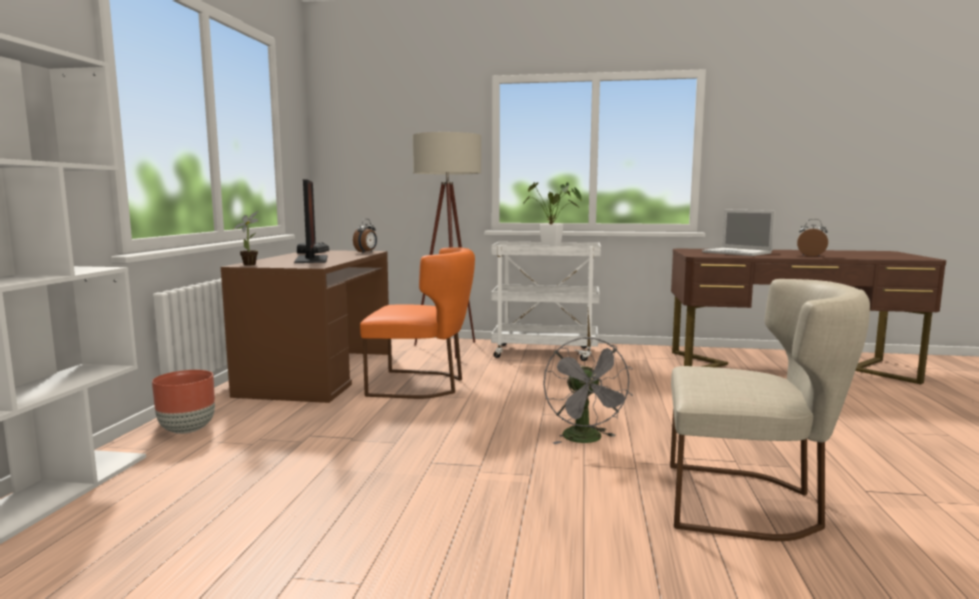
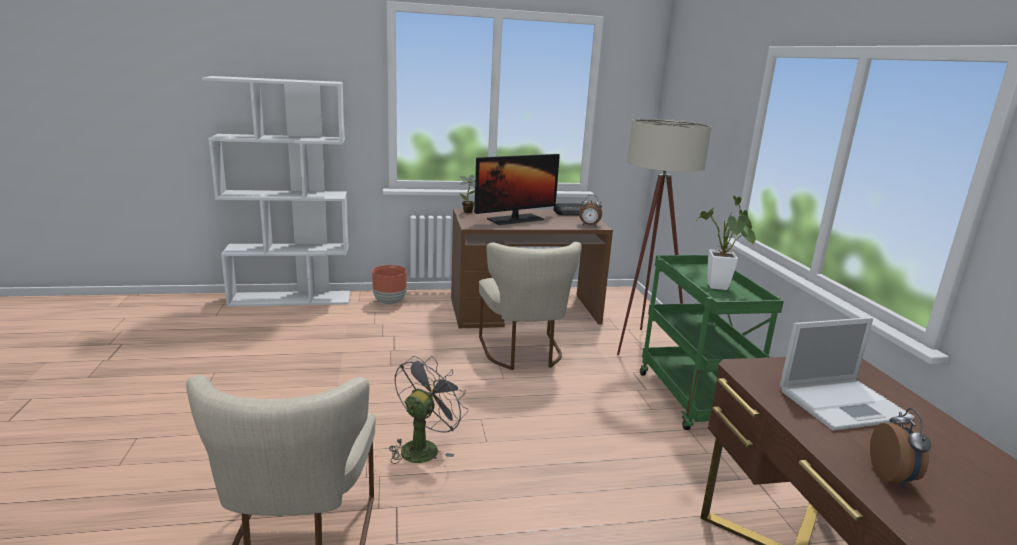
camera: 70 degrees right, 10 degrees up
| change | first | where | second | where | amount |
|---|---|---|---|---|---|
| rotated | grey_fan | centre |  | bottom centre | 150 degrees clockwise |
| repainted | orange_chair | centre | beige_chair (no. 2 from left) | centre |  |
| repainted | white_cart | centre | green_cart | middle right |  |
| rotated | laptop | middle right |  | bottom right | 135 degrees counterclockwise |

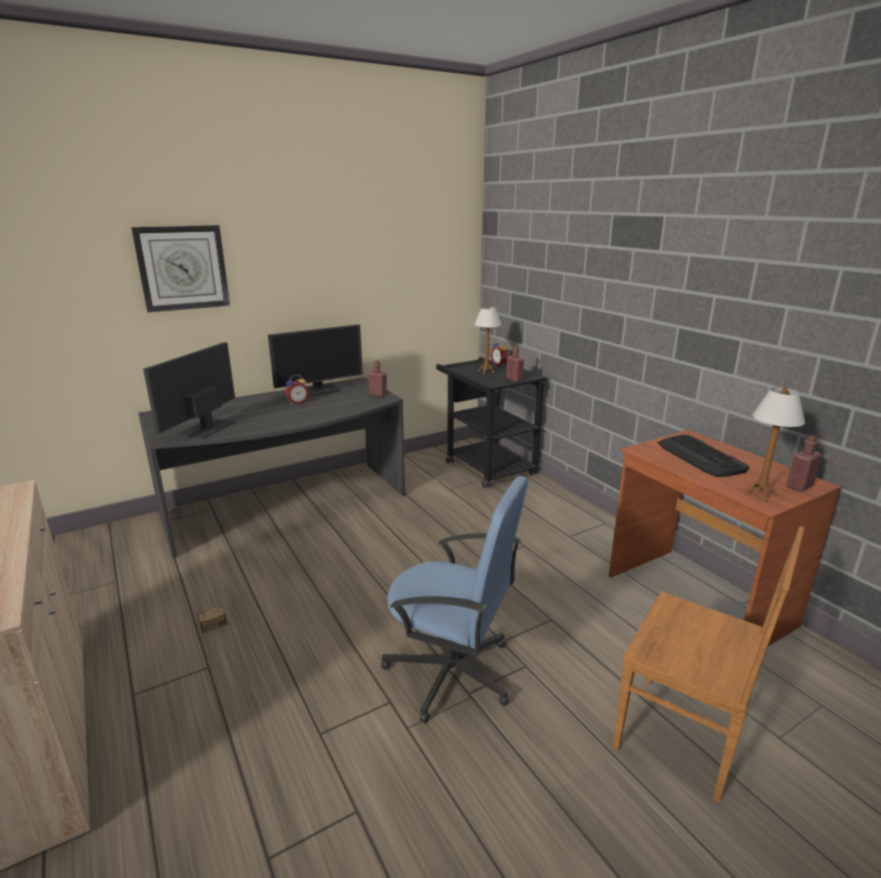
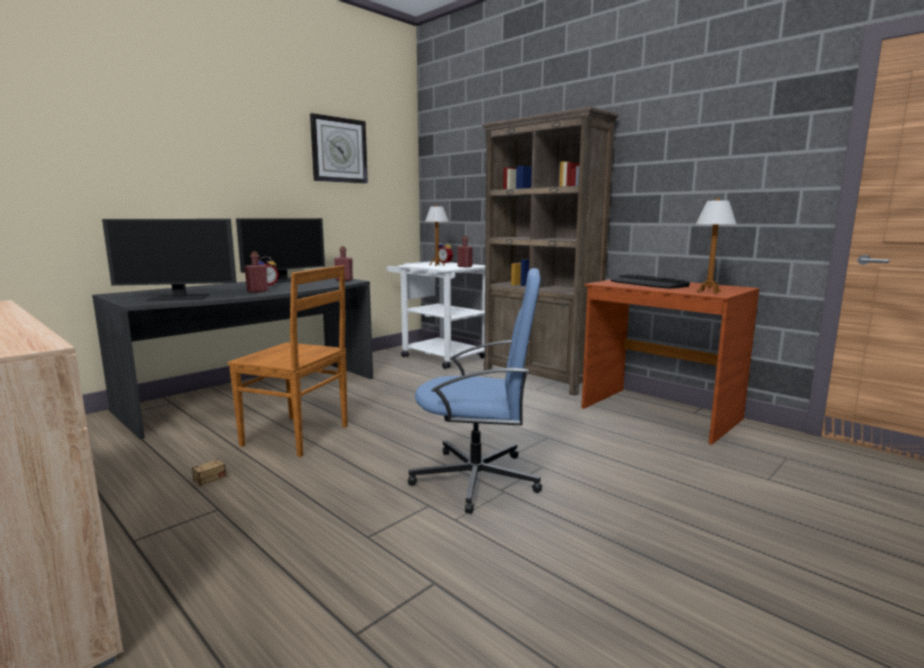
camera: 15 degrees left, 10 degrees down
| change | first | where | second | where | amount |
|---|---|---|---|---|---|
| rotated | monitor (no. 1 from left) | middle left |  | middle left | 105 degrees counterclockwise |
| shifted | brown_chair | bottom right |  | middle left |  |
| shifted | red_bottle (no. 3 from left in the first image) | middle right | red_bottle (no. 1 from left) | middle left |  |
| shifted | wall_clock | top left |  | top centre |  |
| repainted | black_cart | centre | white_cart | centre |  |
| new |  |  | brown_bookcase | centre |  |

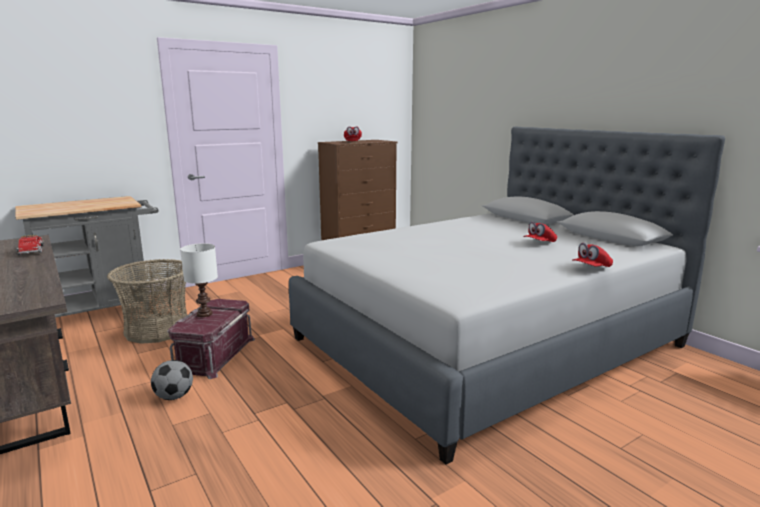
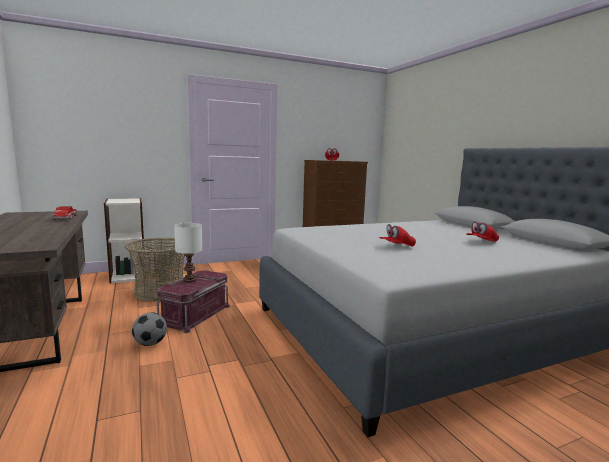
camera: 10 degrees right, 5 degrees down
| change | first | where | second | where | amount |
|---|---|---|---|---|---|
| swapped | grey_cart | middle left | bookcase | middle left |  |
| shifted | red_cap (no. 3 from left in the first image) | middle right | red_cap (no. 2 from left) | centre |  |

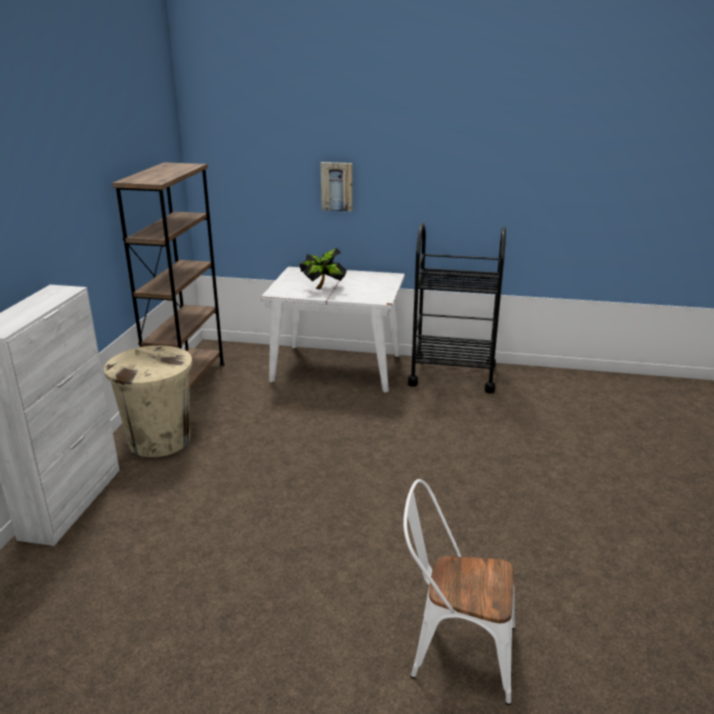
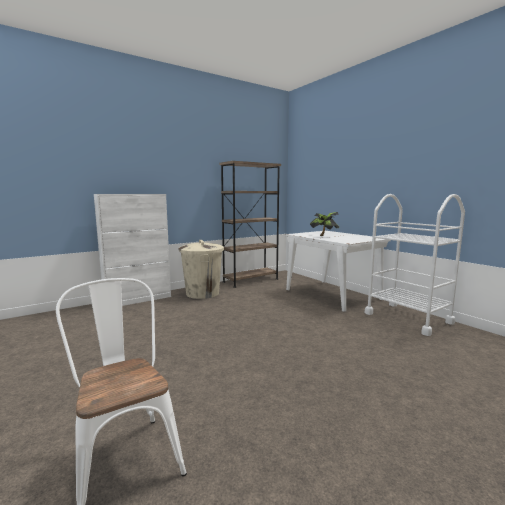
camera: 45 degrees right, 15 degrees down
| change | first | where | second | where | amount |
|---|---|---|---|---|---|
| repainted | black_cart | centre | white_cart | middle right |  |
| gone | picture | top centre |  |  |  |

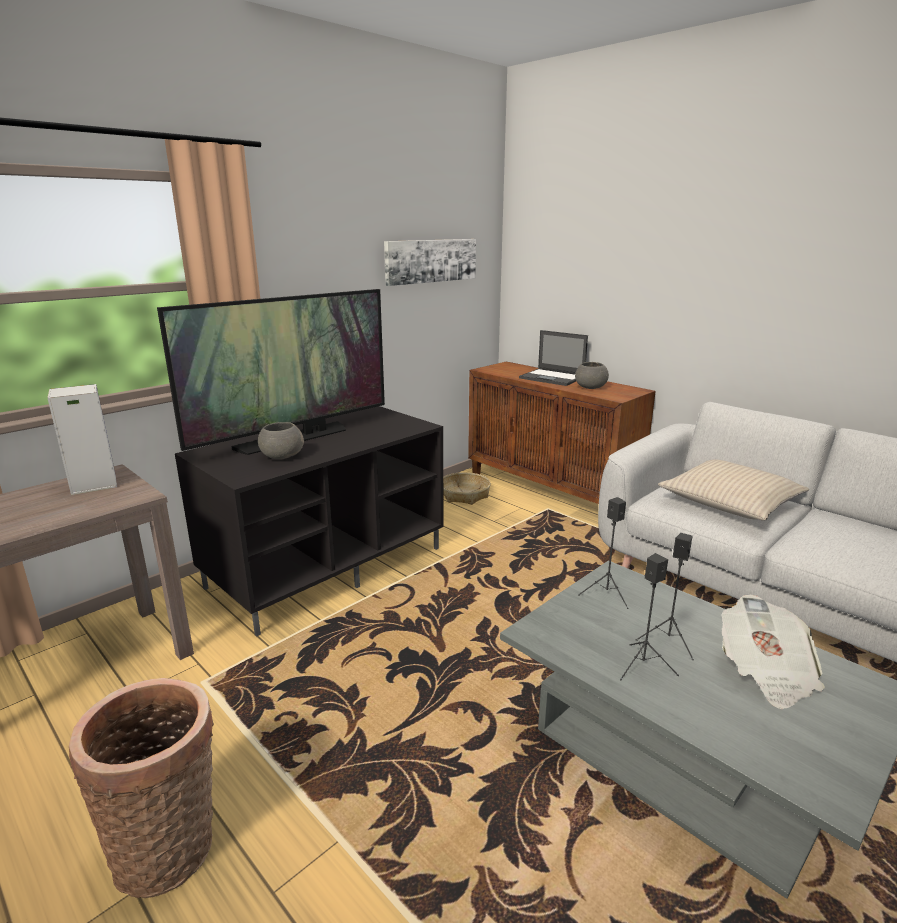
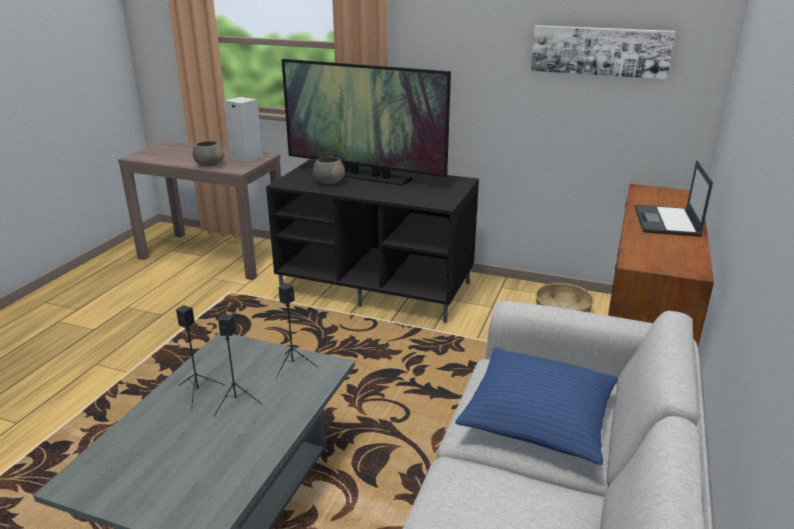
camera: 65 degrees right, 5 degrees up
| change | first | where | second | where | amount |
|---|---|---|---|---|---|
| shifted | grey_bowl (no. 2 from left in the first image) | centre | grey_bowl (no. 1 from left) | top left |  |
| repainted | beige_pillow | middle right | blue_pillow | bottom right |  |
| gone | basket (no. 1 from left) | bottom left |  |  |  |
| gone | newspaper | bottom right |  |  |  |

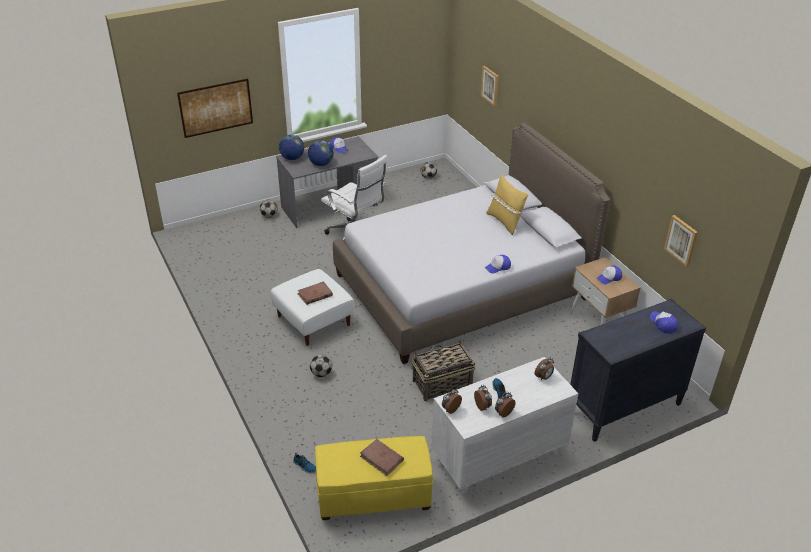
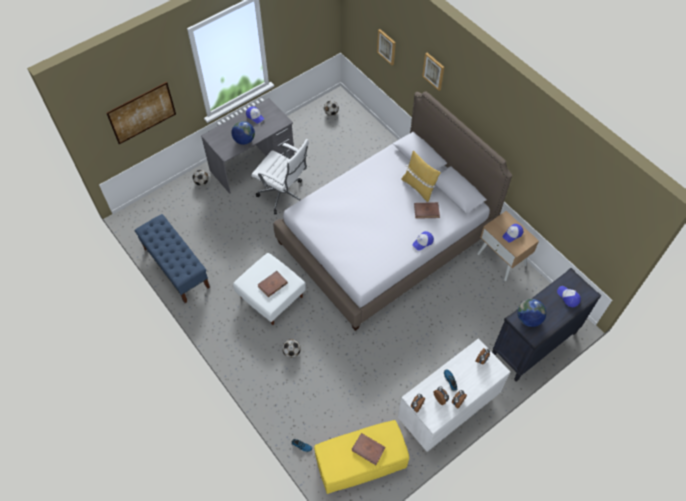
camera: 10 degrees left, 20 degrees up
| change | first | where | second | where | amount |
|---|---|---|---|---|---|
| new |  |  | blue_bench | middle left |  |
| new |  |  | brown_book (no. 3 from left) | centre |  |
| shifted | picture (no. 3 from left) | middle right |  | top centre |  |
| shifted | globe (no. 1 from left in the first image) | top centre | globe (no. 2 from left) | middle right |  |
| gone | basket | bottom centre |  |  |  |

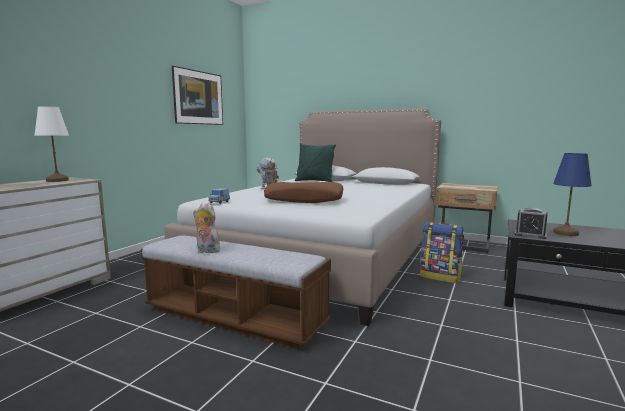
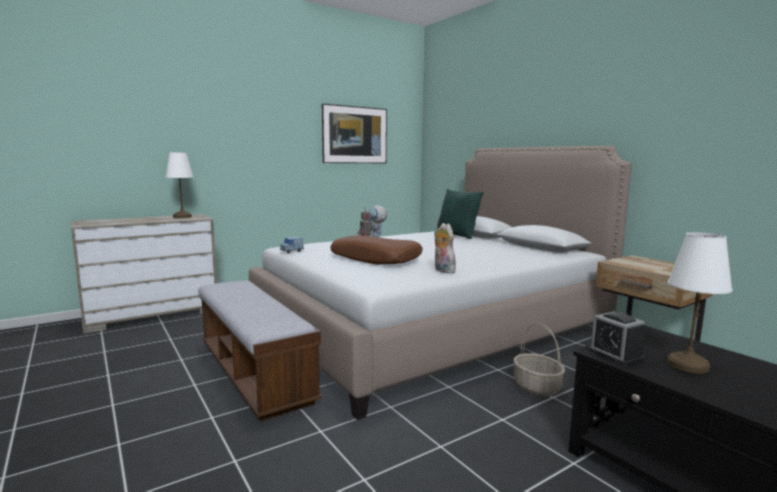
camera: 30 degrees right, 0 degrees up
| change | first | where | second | where | amount |
|---|---|---|---|---|---|
| shifted | plush_toy | middle left |  | centre |  |
| swapped | backpack | middle right | basket | bottom right |  |
| repainted | blue_table_lamp | middle right | white_table_lamp (no. 2 from left) | middle right |  |

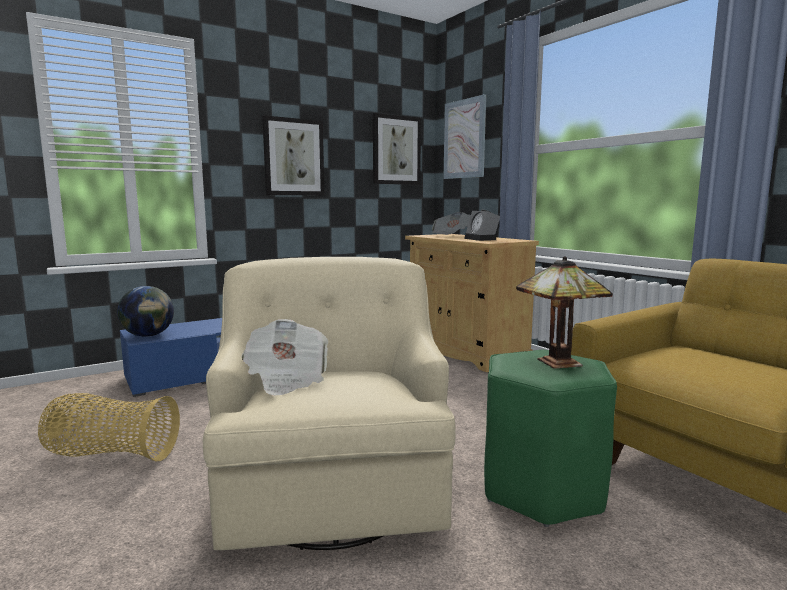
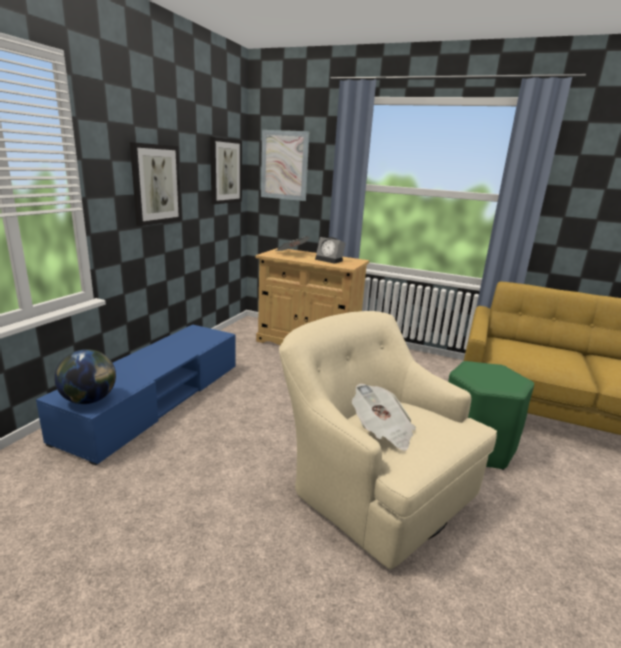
camera: 35 degrees left, 10 degrees up
| change | first | where | second | where | amount |
|---|---|---|---|---|---|
| gone | basket | bottom left |  |  |  |
| gone | table_lamp | middle right |  |  |  |

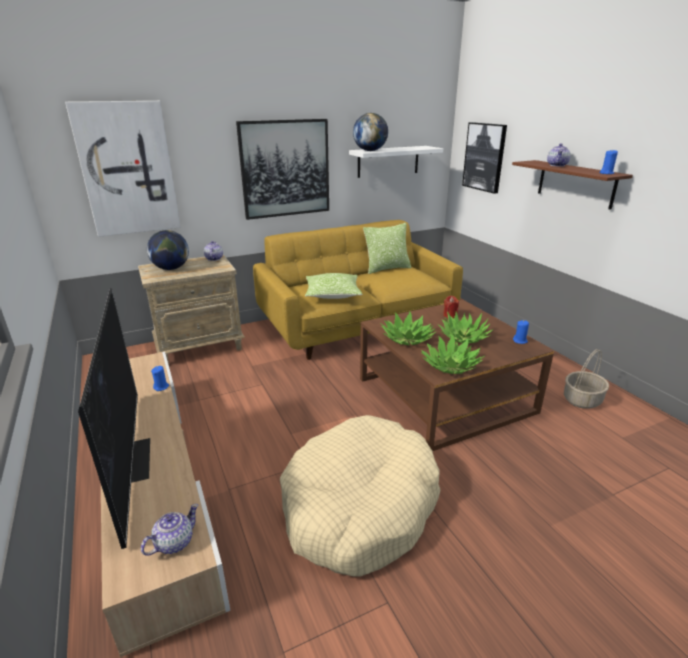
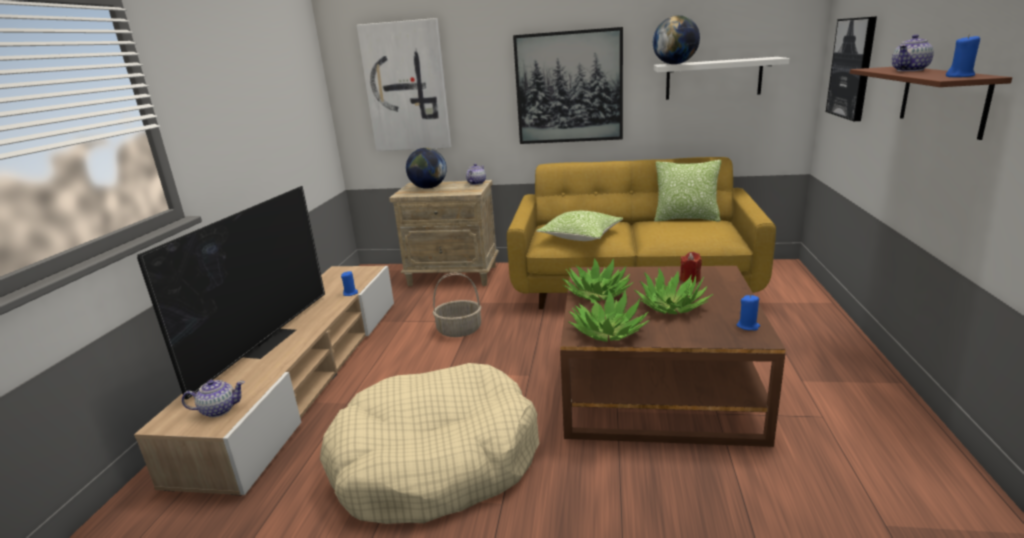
camera: 35 degrees right, 5 degrees down
| change | first | where | second | where | amount |
|---|---|---|---|---|---|
| shifted | basket | middle right |  | centre |  |

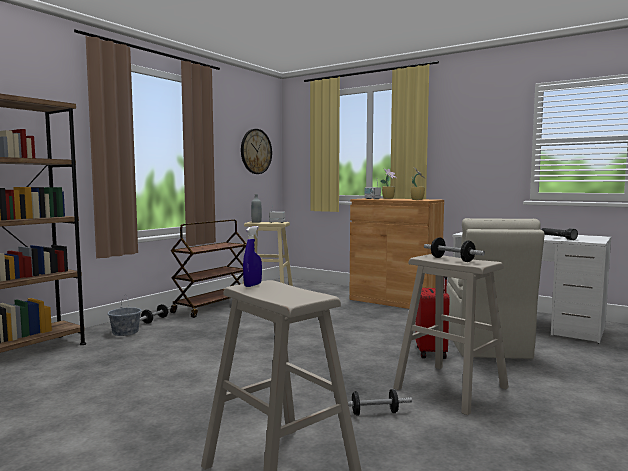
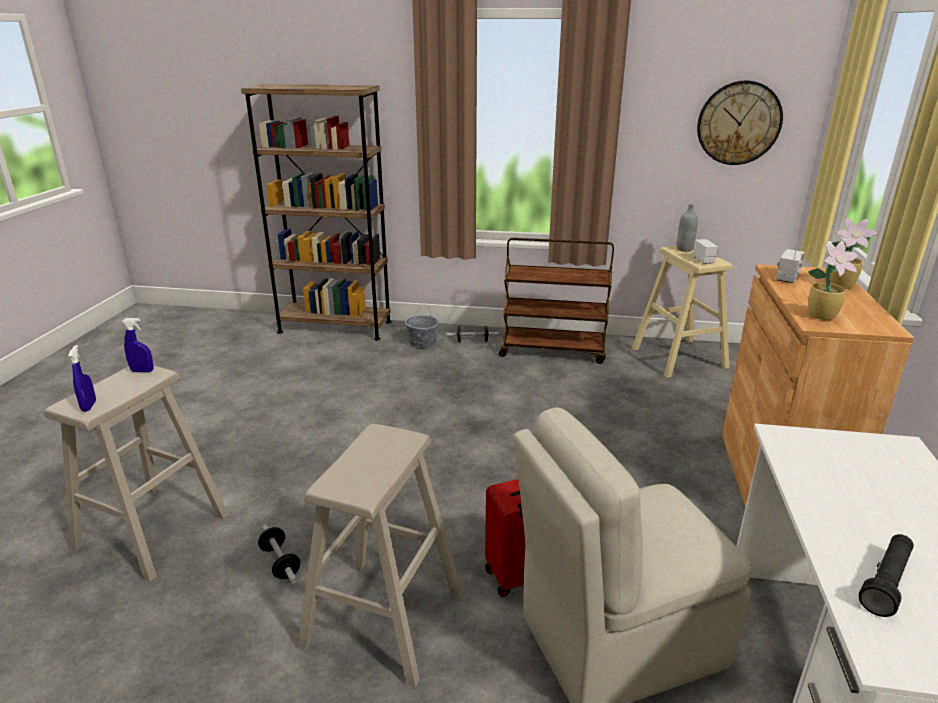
camera: 65 degrees right, 20 degrees up
| change | first | where | second | where | amount |
|---|---|---|---|---|---|
| new |  |  | blue_spray_bottle (no. 1 from left) | middle left |  |
| gone | dumbbell (no. 3 from left) | middle right |  |  |  |

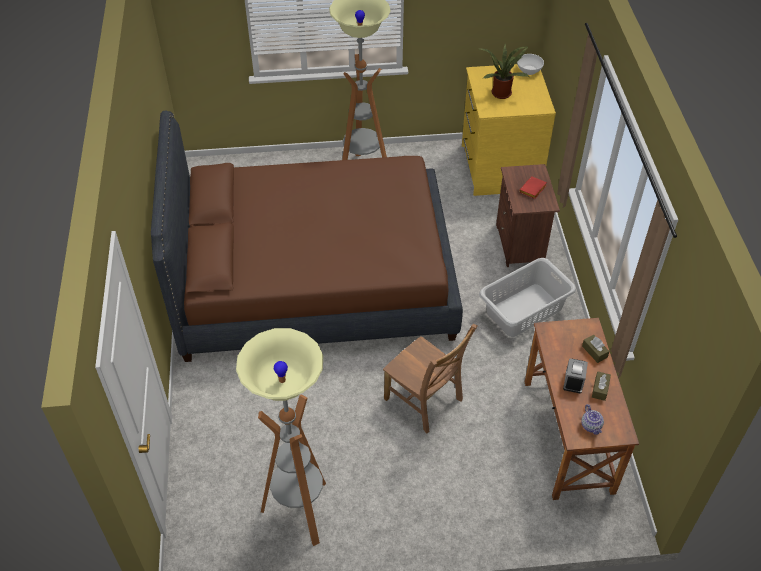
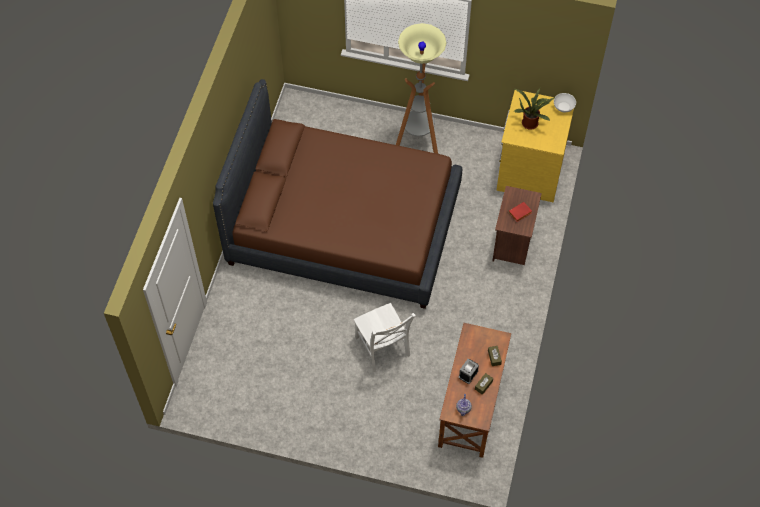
camera: 20 degrees right, 10 degrees up
| change | first | where | second | where | amount |
|---|---|---|---|---|---|
| repainted | brown_chair | centre | white_chair | centre |  |
| gone | floor_lamp (no. 1 from left) | bottom centre |  |  |  |
| gone | grey_laundry_basket | middle right |  |  |  |

